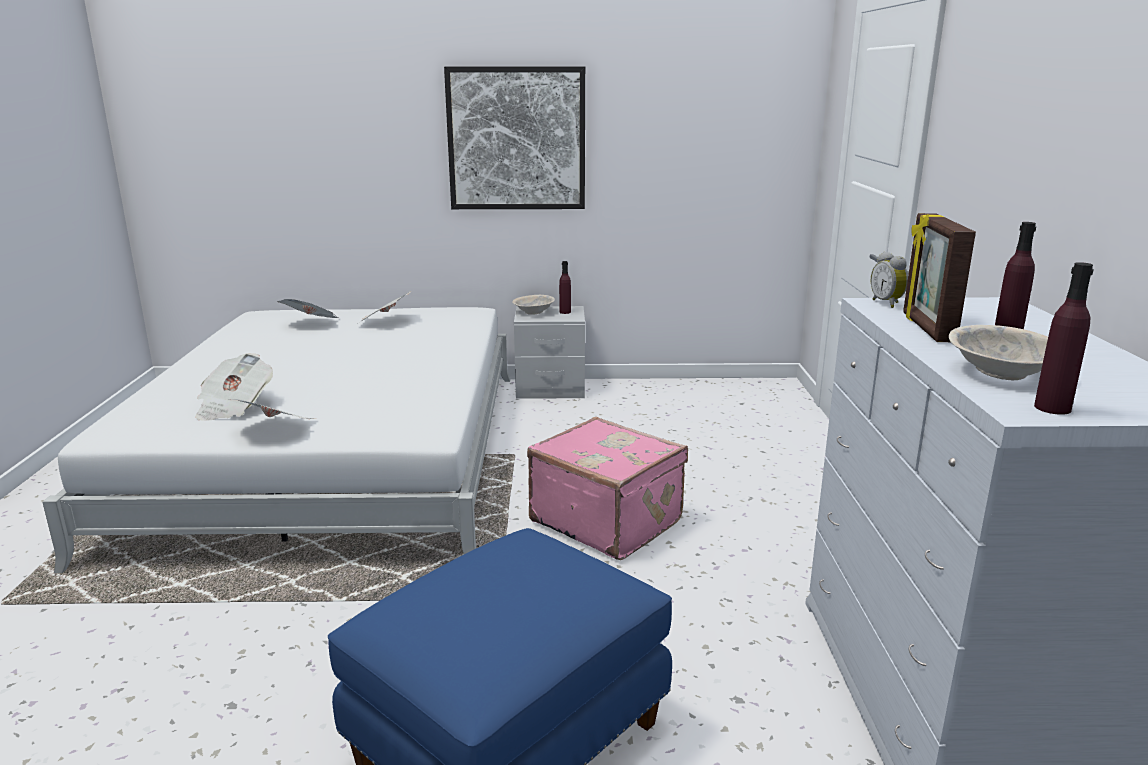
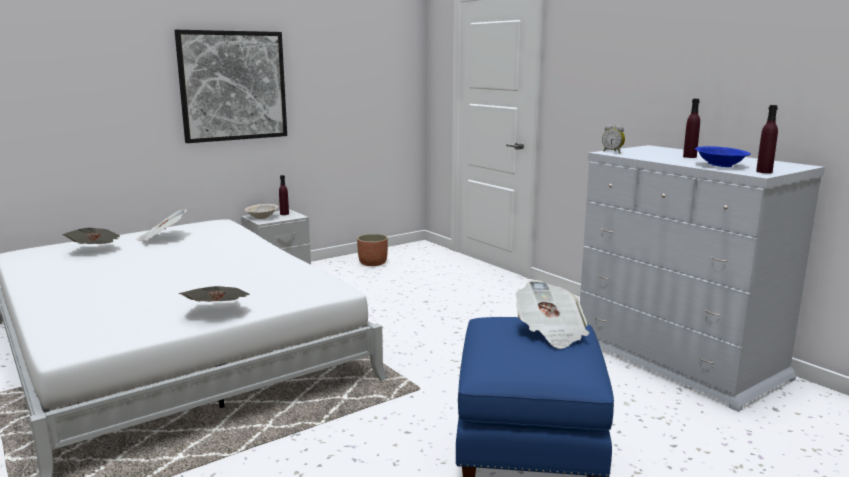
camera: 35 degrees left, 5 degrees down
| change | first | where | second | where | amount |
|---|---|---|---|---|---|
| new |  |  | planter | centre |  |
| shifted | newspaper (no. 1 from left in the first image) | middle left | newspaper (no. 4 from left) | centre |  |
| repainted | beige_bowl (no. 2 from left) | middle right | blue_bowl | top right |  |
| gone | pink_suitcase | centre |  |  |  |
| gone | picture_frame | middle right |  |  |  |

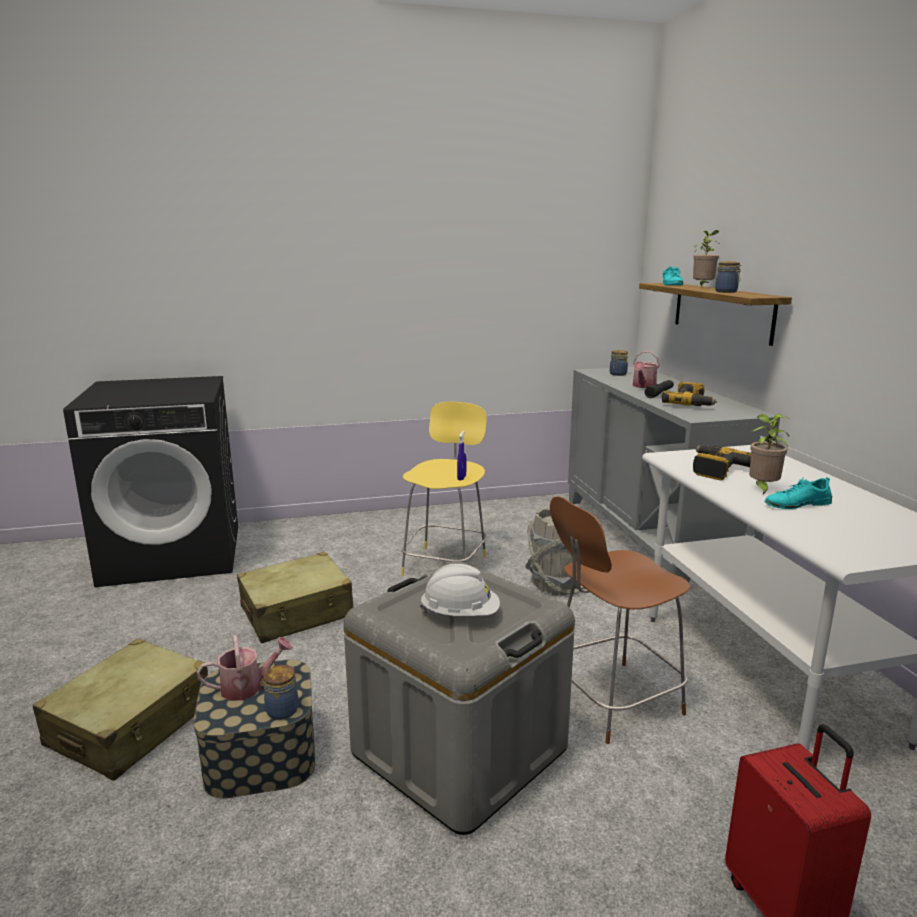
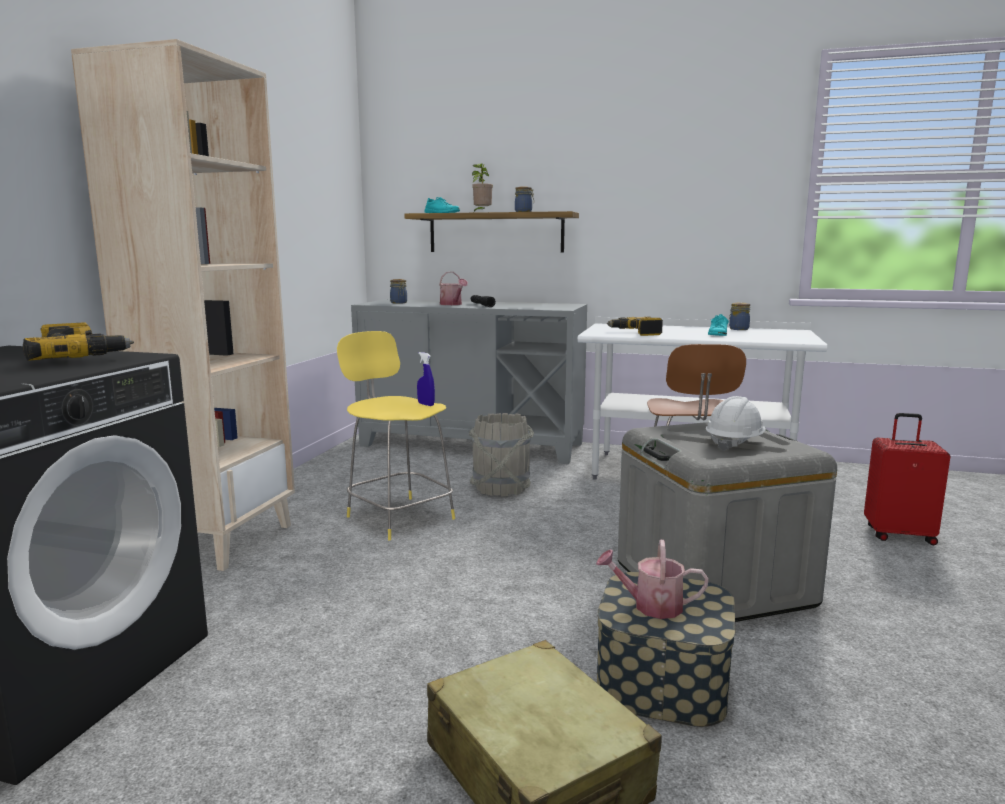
camera: 60 degrees left, 5 degrees down
| change | first | where | second | where | amount |
|---|---|---|---|---|---|
| shifted | power_drill (no. 1 from left) | middle right |  | middle left |  |
| new |  |  | beige_bookcase | middle left |  |
| rotated | watering_can (no. 1 from left in the first image) | bottom left | watering_can (no. 2 from left) | bottom centre | 90 degrees counterclockwise |
| shifted | jar (no. 1 from left in the first image) | bottom left | jar (no. 3 from left) | middle right |  |
| gone | beige_suitcase (no. 2 from left) | middle left |  |  |  |
| gone | potted_plant (no. 2 from left) | middle right |  |  |  |

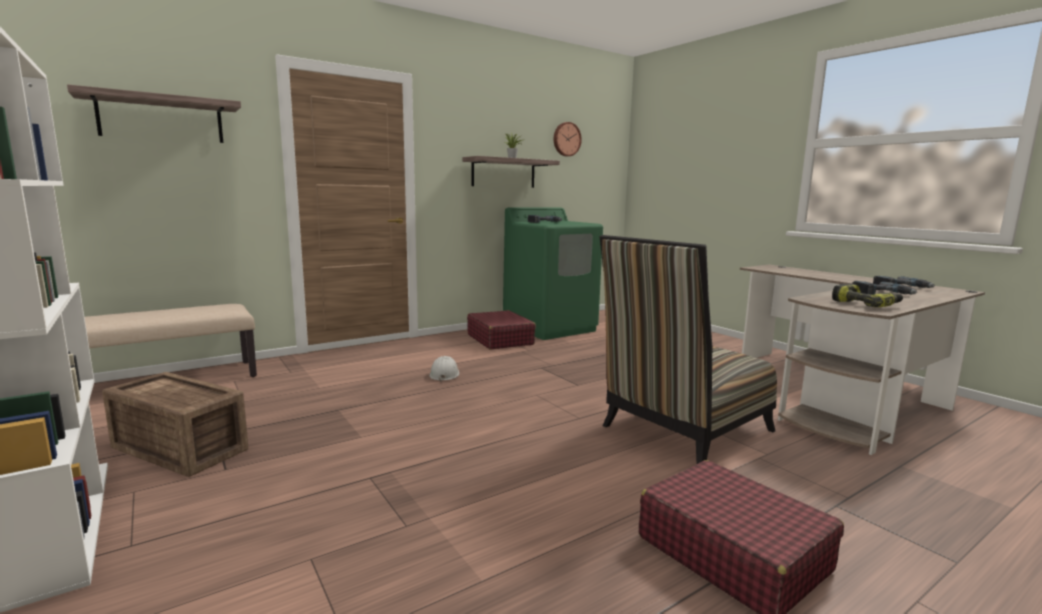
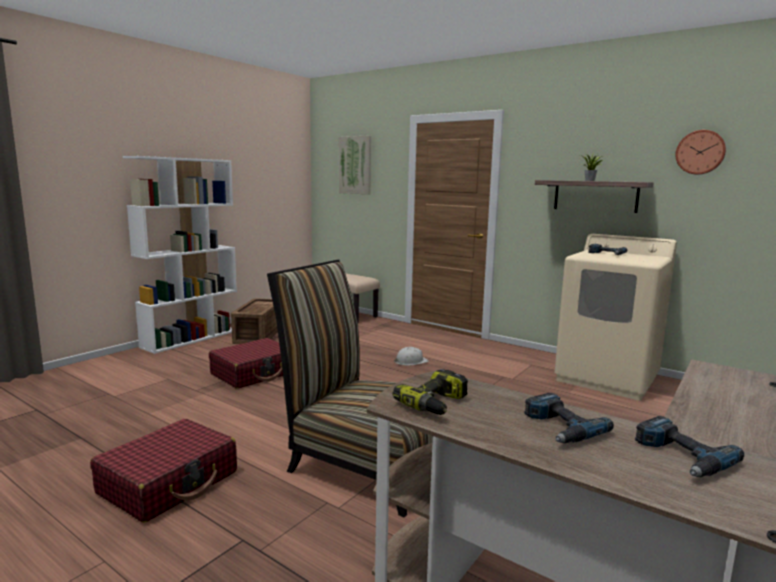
camera: 70 degrees right, 0 degrees up
| change | first | where | second | where | amount |
|---|---|---|---|---|---|
| shifted | red_suitcase (no. 1 from left in the first image) | centre | red_suitcase (no. 2 from left) | middle left |  |
| swapped | shelf (no. 1 from left) | top left | picture | top centre |  |
| repainted | green_washing_machine | centre | beige_washing_machine | middle right |  |

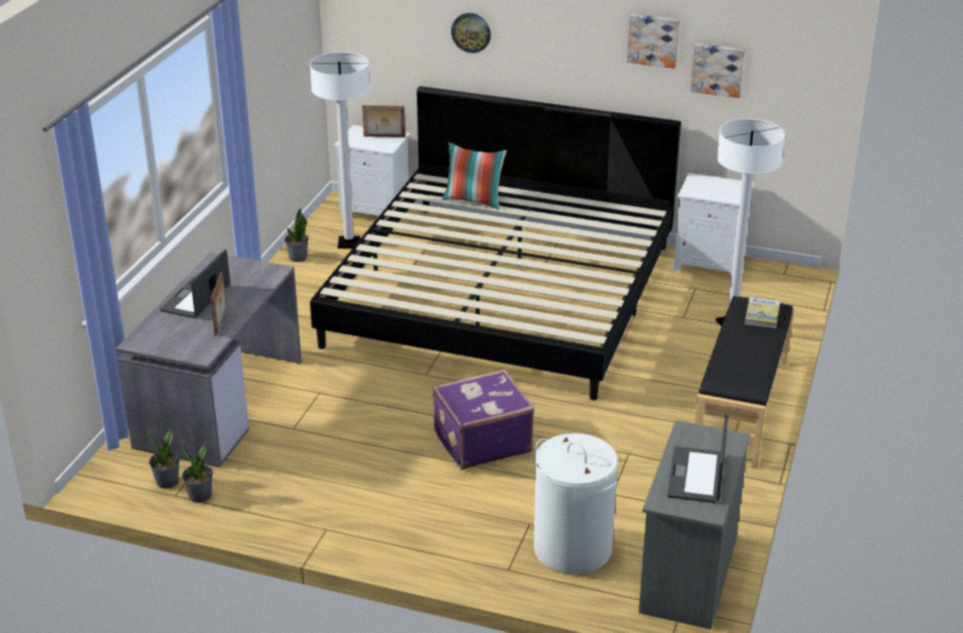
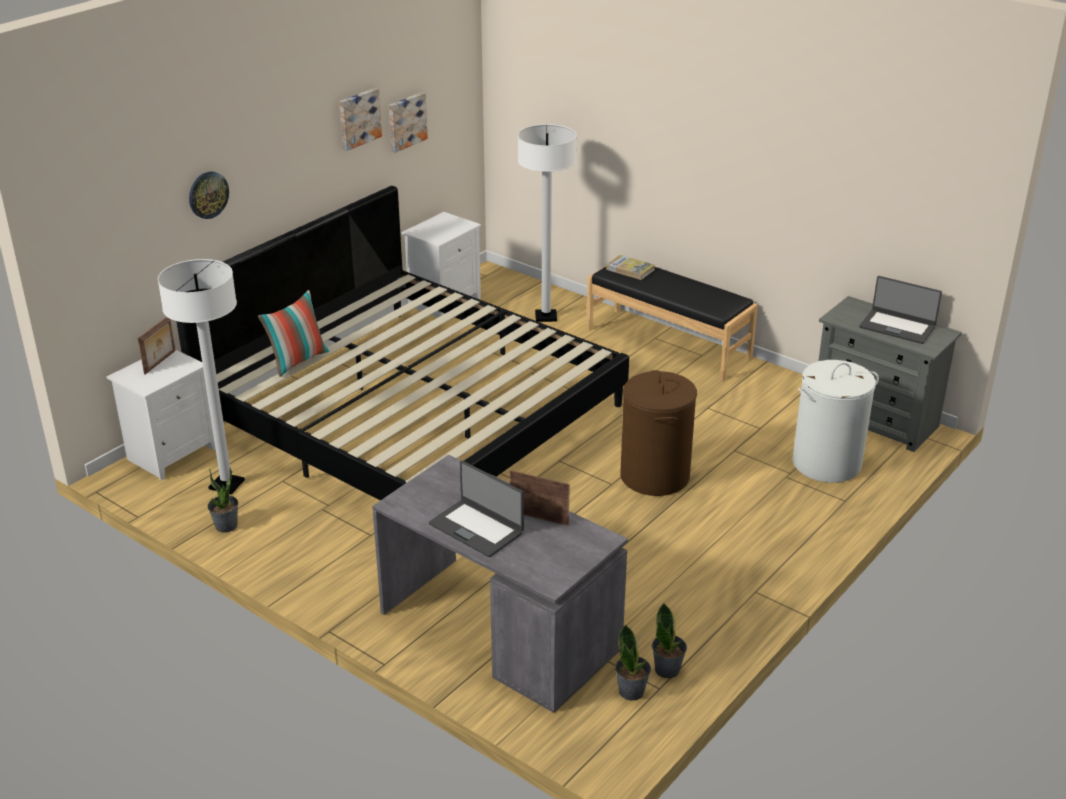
camera: 70 degrees left, 0 degrees up
| change | first | where | second | where | amount |
|---|---|---|---|---|---|
| swapped | purple_suitcase | centre | brown_laundry_basket | centre |  |

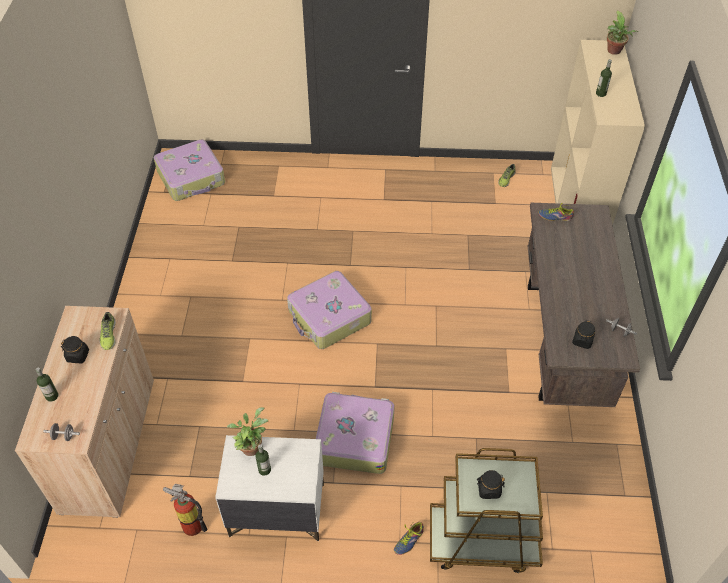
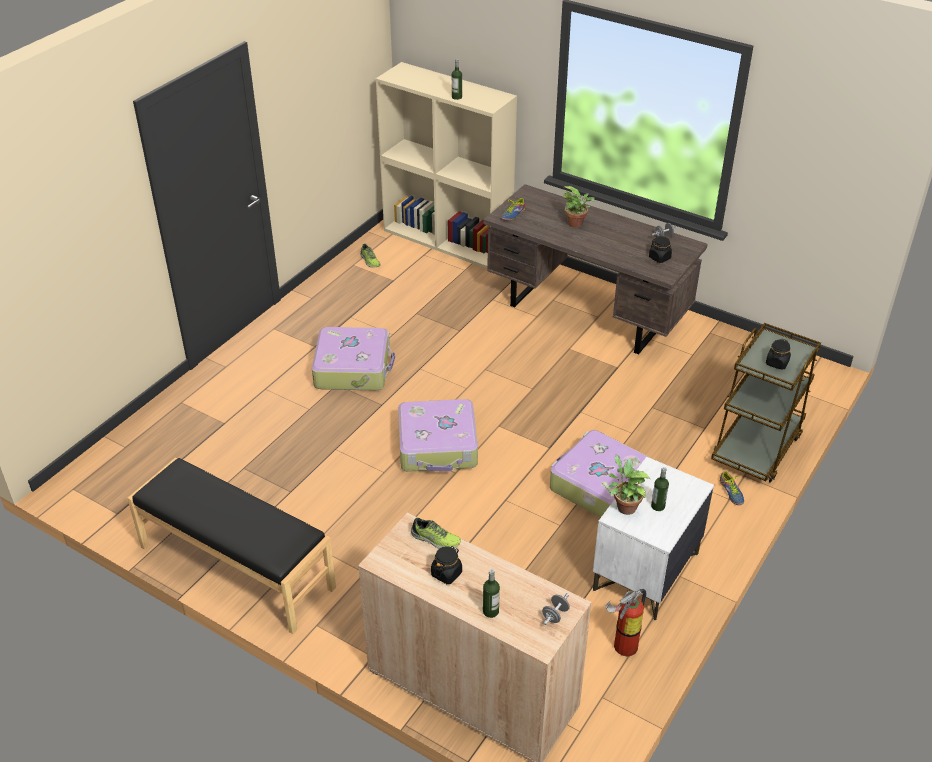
camera: 60 degrees left, 10 degrees down
| change | first | where | second | where | amount |
|---|---|---|---|---|---|
| new |  |  | black_bench | bottom left |  |
| shifted | suitcase (no. 1 from left) | top left |  | centre |  |
| shifted | potted_plant (no. 2 from left in the first image) | top right | potted_plant (no. 1 from left) | top centre |  |

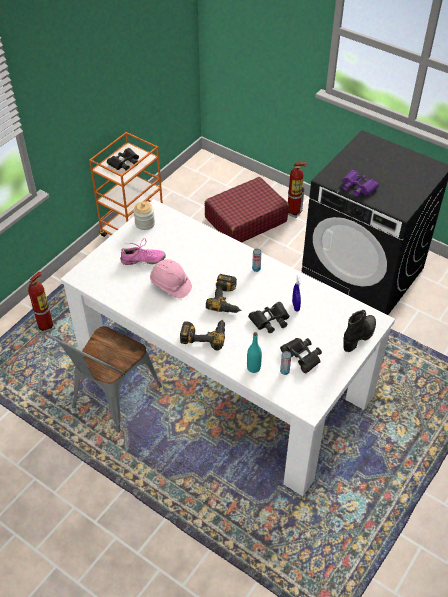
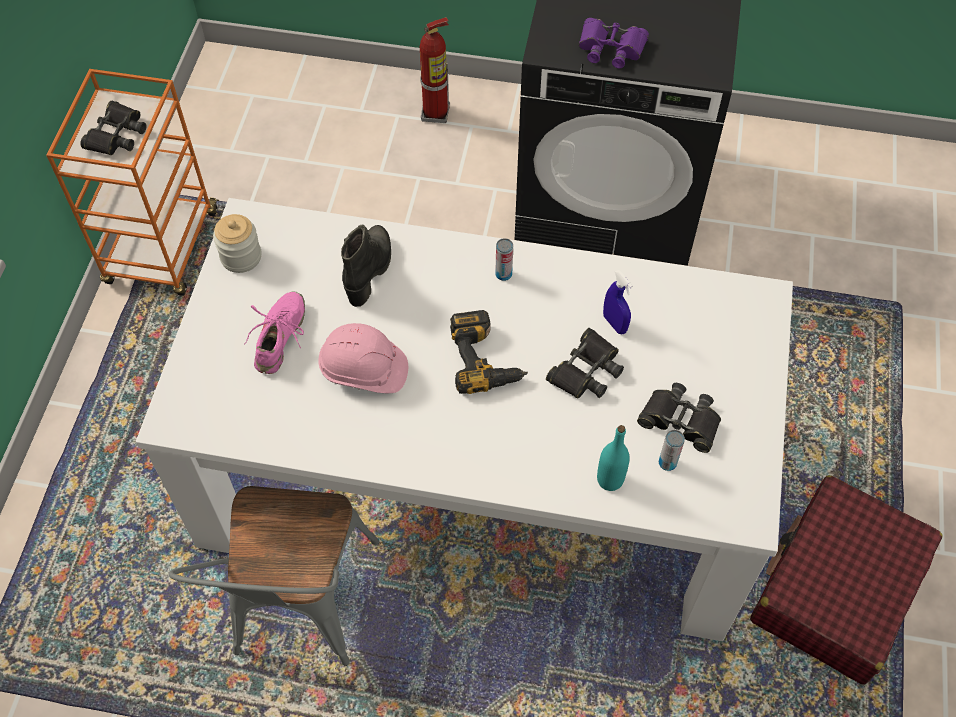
camera: 25 degrees left, 10 degrees up
| change | first | where | second | where | amount |
|---|---|---|---|---|---|
| rotated | pink_shoe | middle left |  | middle left | 45 degrees counterclockwise |
| shifted | black_boot | middle right |  | centre |  |
| shifted | red_suitcase | centre |  | bottom right |  |
| gone | fire_extinguisher (no. 1 from left) | middle left |  |  |  |
| gone | power_drill (no. 1 from left) | centre |  |  |  |

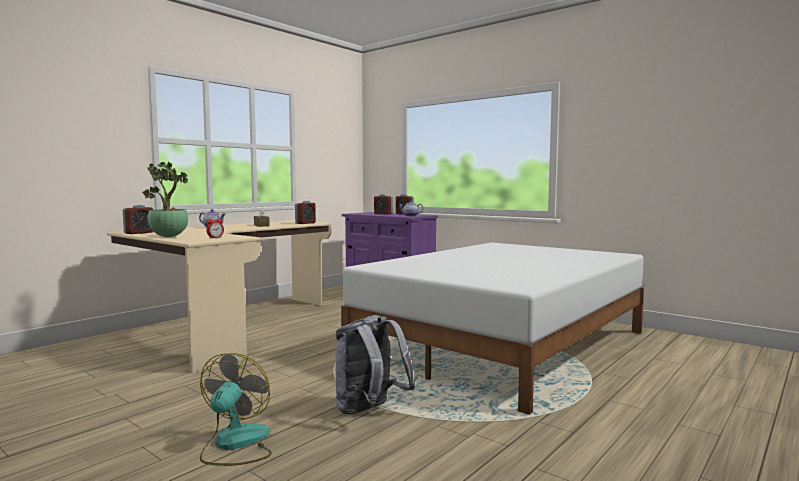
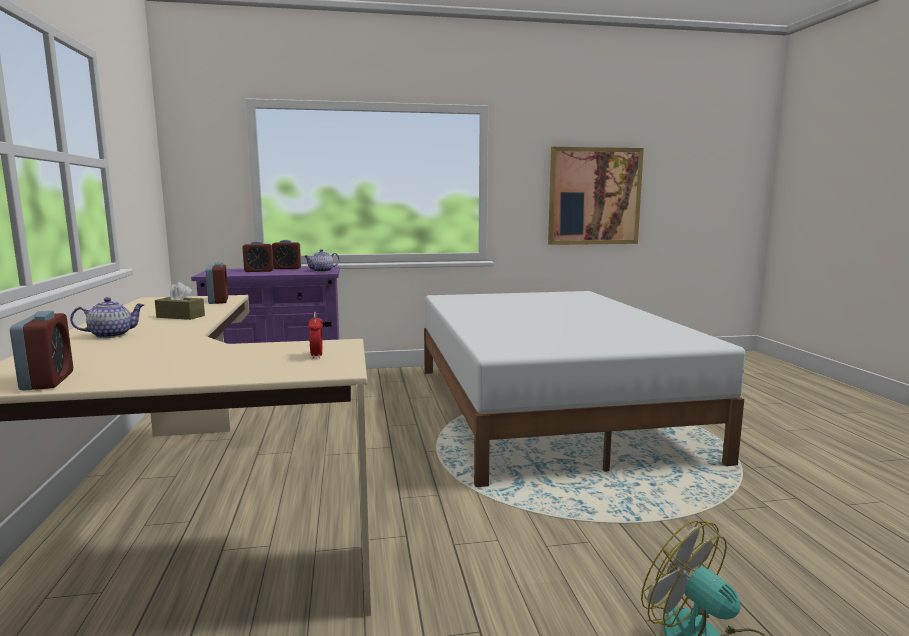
camera: 50 degrees left, 5 degrees up
| change | first | where | second | where | amount |
|---|---|---|---|---|---|
| new |  |  | picture | top centre |  |
| gone | potted_plant | middle left |  |  |  |
| gone | grey_backpack | bottom centre |  |  |  |

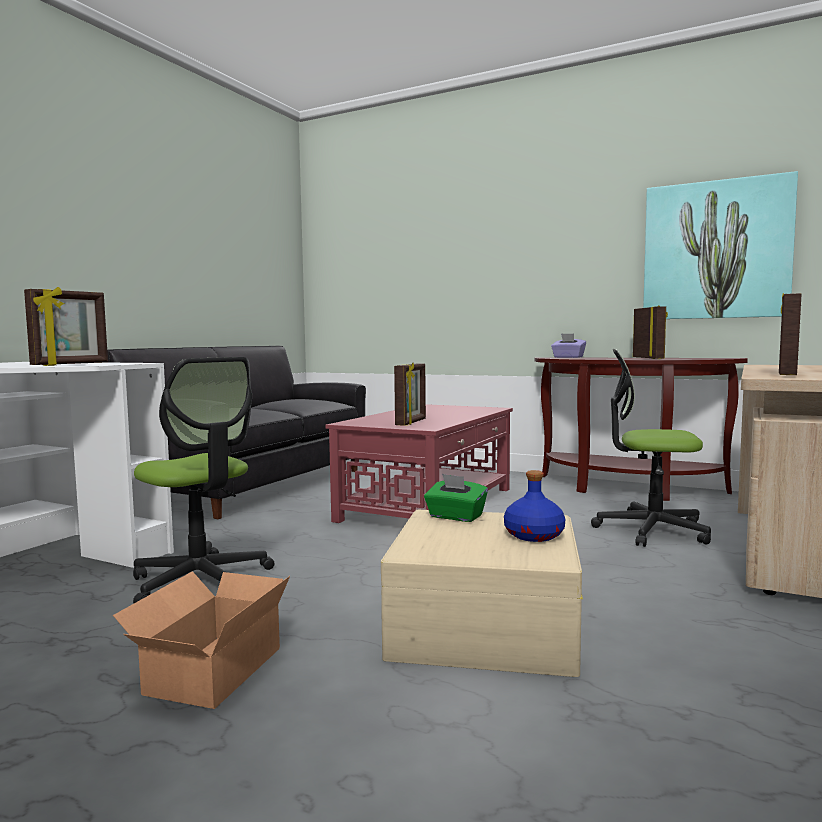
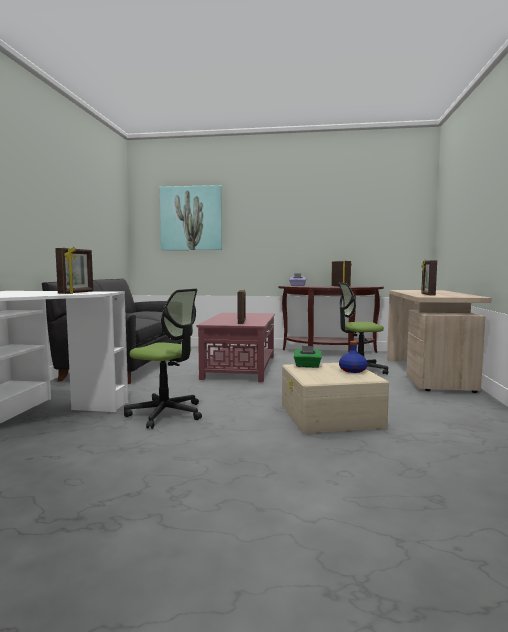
camera: 20 degrees left, 0 degrees up
| change | first | where | second | where | amount |
|---|---|---|---|---|---|
| shifted | picture | top right |  | centre |  |
| gone | cardboard_box | bottom left |  |  |  |

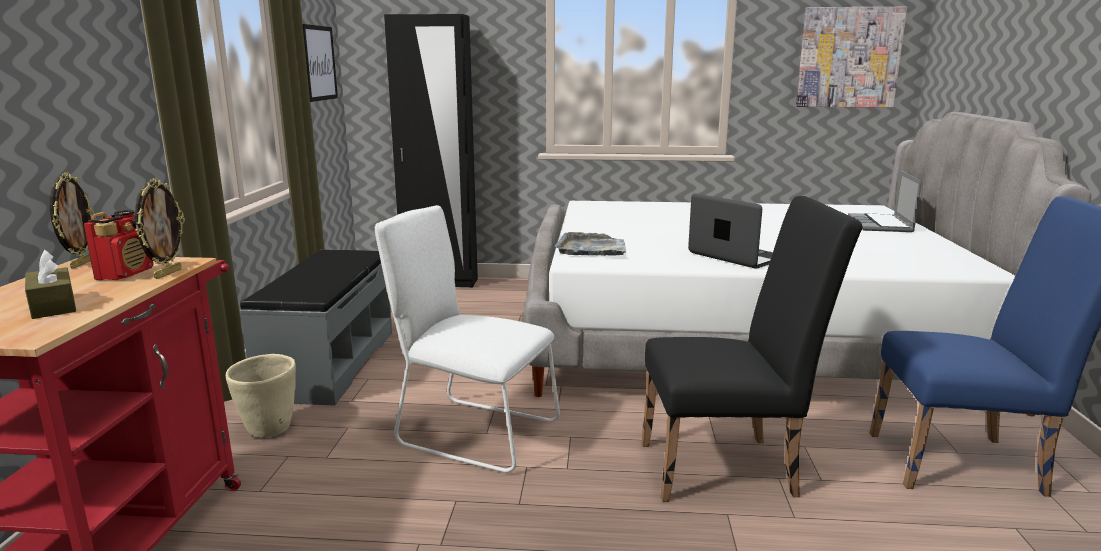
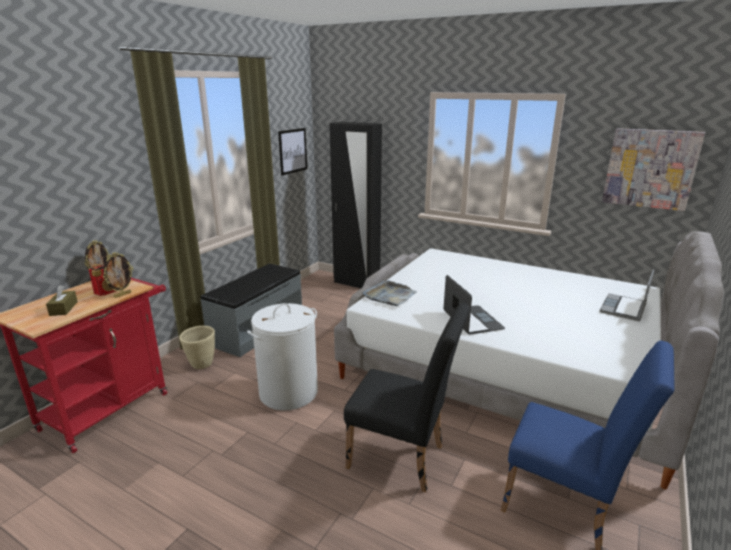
camera: 25 degrees right, 5 degrees up
| change | first | where | second | where | amount |
|---|---|---|---|---|---|
| swapped | white_chair | centre | white_laundry_basket | centre |  |

